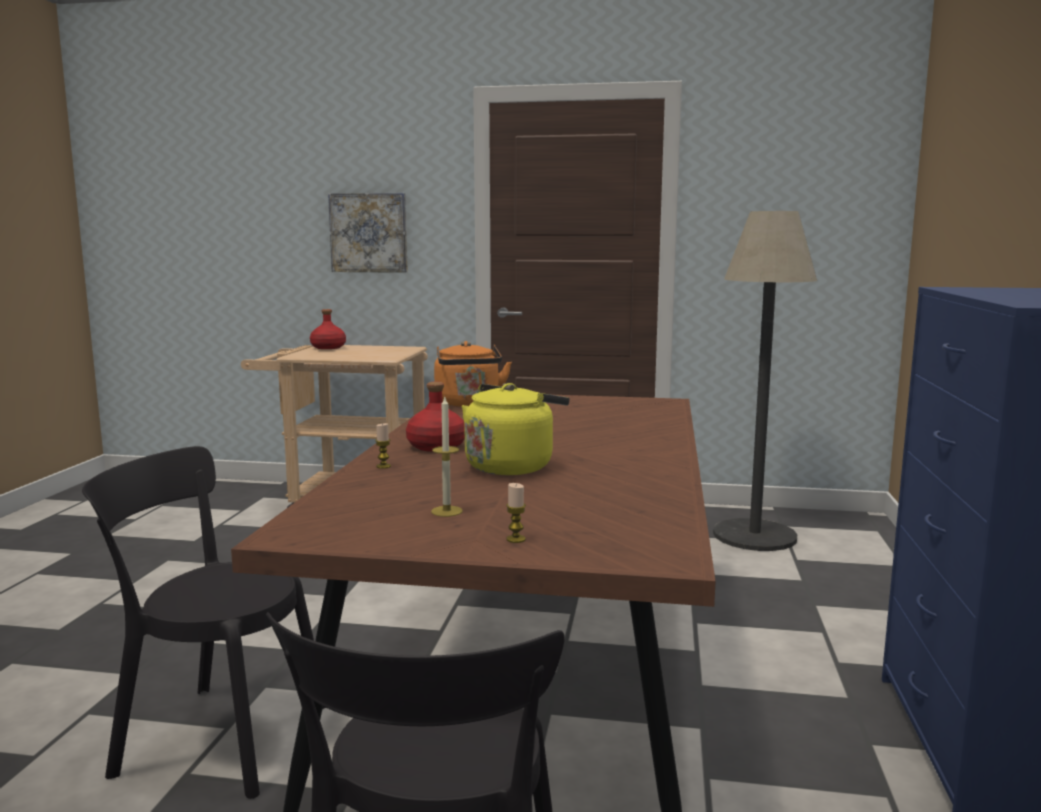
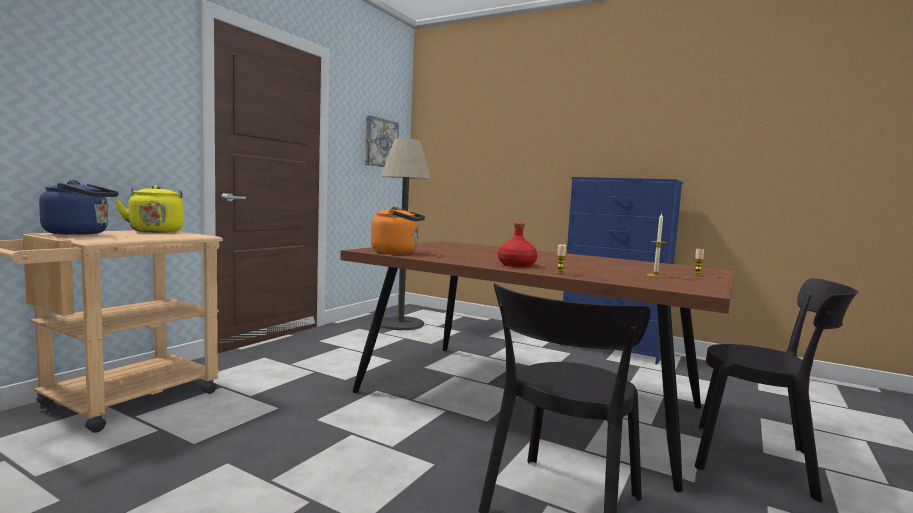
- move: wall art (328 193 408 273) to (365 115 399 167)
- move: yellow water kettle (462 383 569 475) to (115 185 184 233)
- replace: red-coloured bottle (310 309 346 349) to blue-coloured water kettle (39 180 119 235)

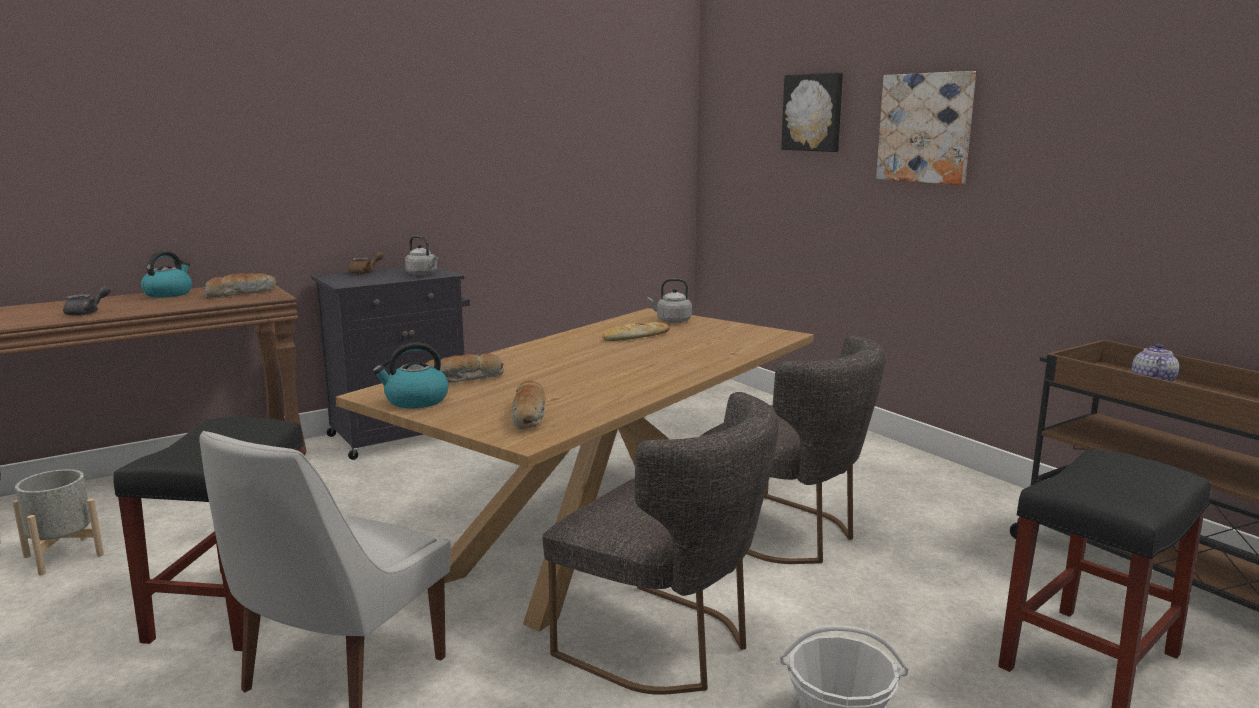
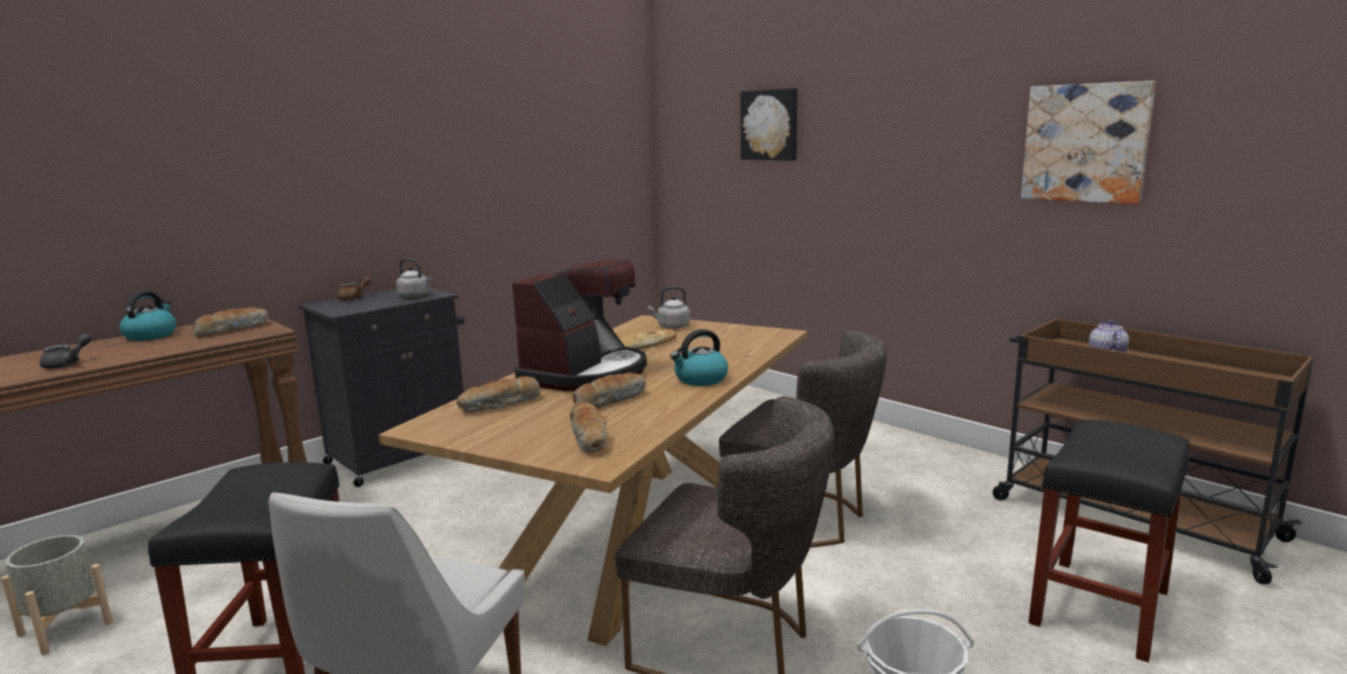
- insert: coffee machine (512 259 647 391)
- insert: bakery bread (573 373 646 409)
- move: water kettle (373 342 449 408) to (670 329 728 386)
- move: wall art (876 71 976 185) to (1021 81 1156 204)

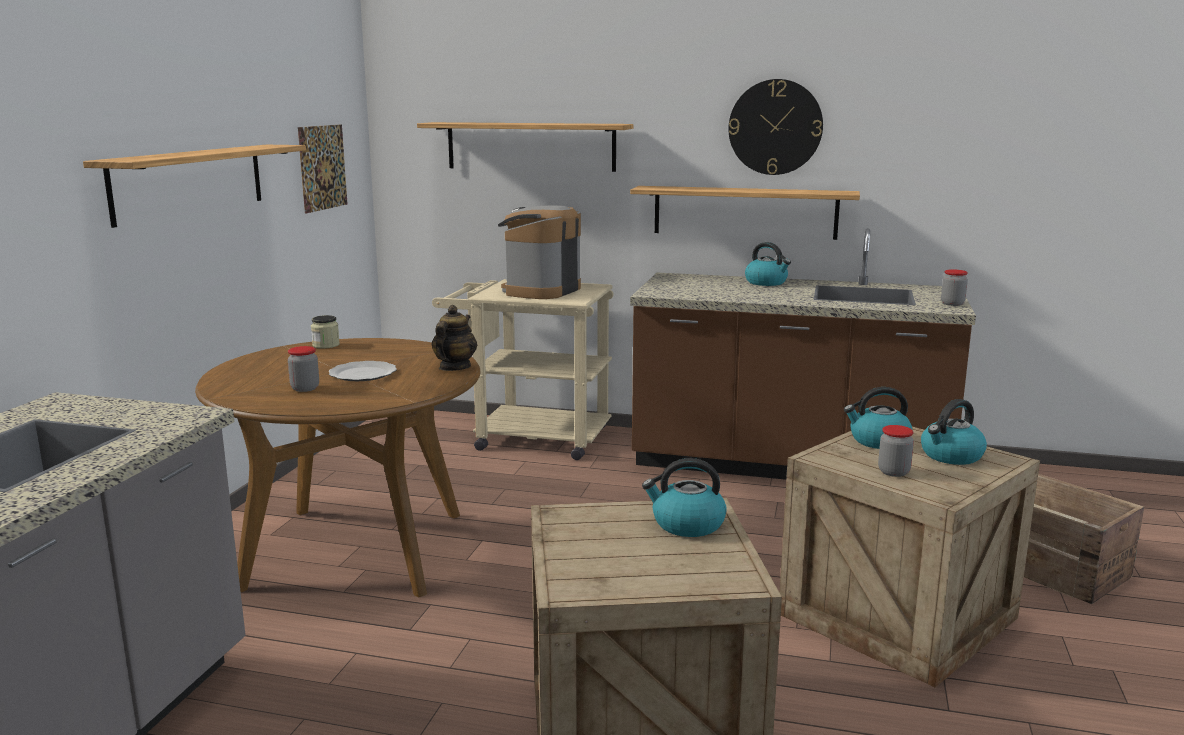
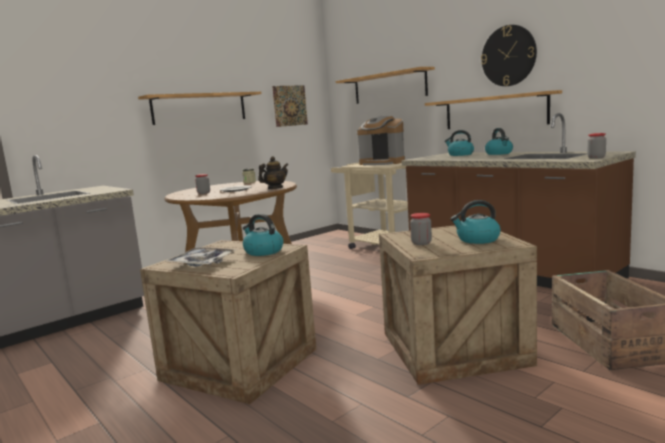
- insert: carrying tray (165 248 236 266)
- move: water kettle (844 387 912 449) to (445 130 474 156)
- rotate: coffee machine (498 205 581 299) = (357 115 405 165) 120 degrees counterclockwise

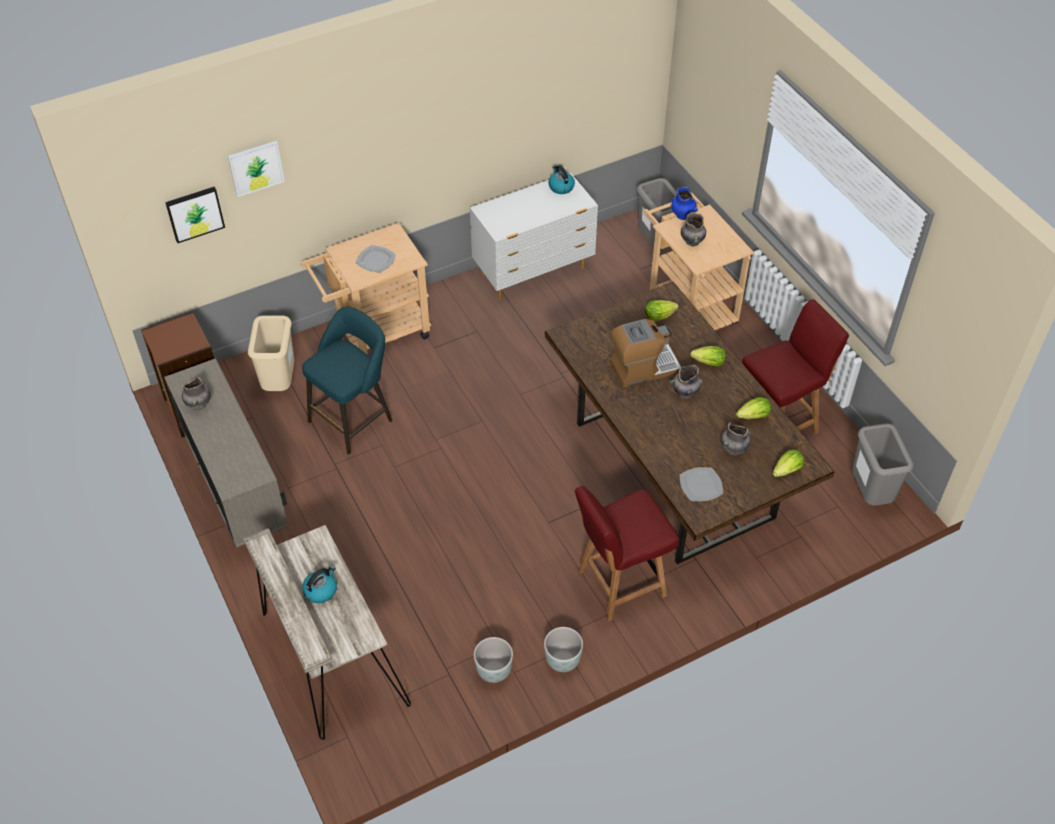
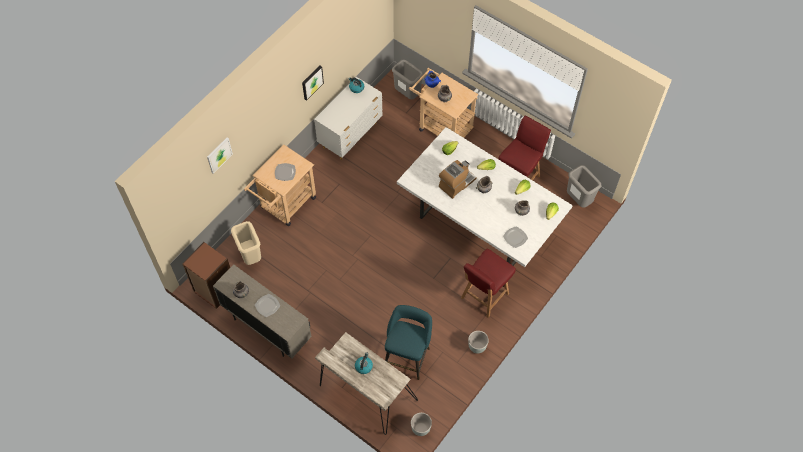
- insert: plate (255 294 280 317)
- move: wall art (165 187 225 243) to (302 66 324 101)
- move: turquoise stool (302 306 392 455) to (385 305 432 380)
- move: gray flower pot (474 637 513 683) to (411 413 432 436)
- recolor: brownish dinner table (545 282 834 564) to white dinner table (397 127 573 267)

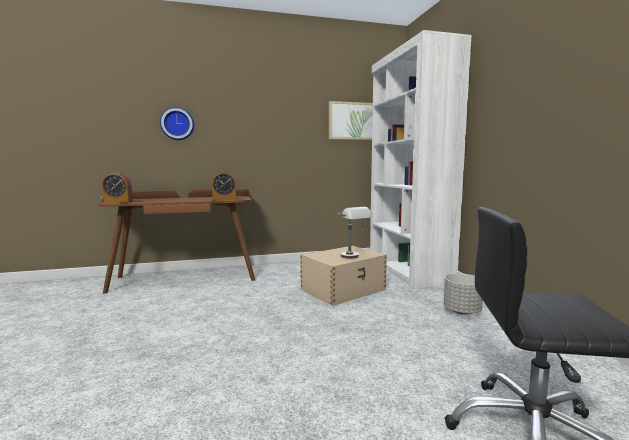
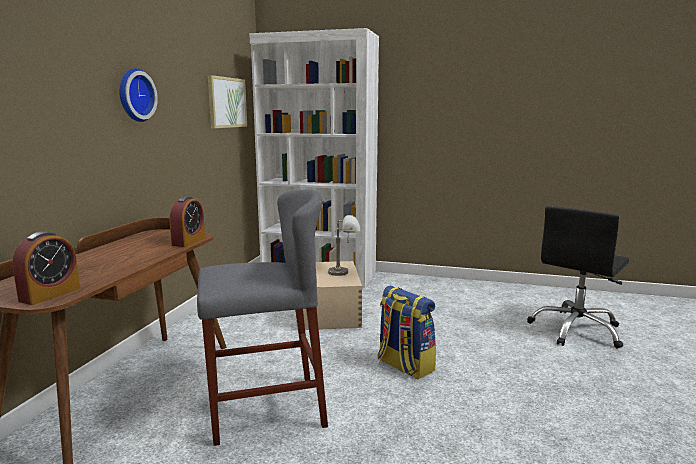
- delete: gray flower pot (444 273 483 315)
- insert: gray stool (197 189 328 446)
- insert: knapsack (378 285 436 379)
- move: clock on the wall (160 107 194 140) to (119 68 158 122)

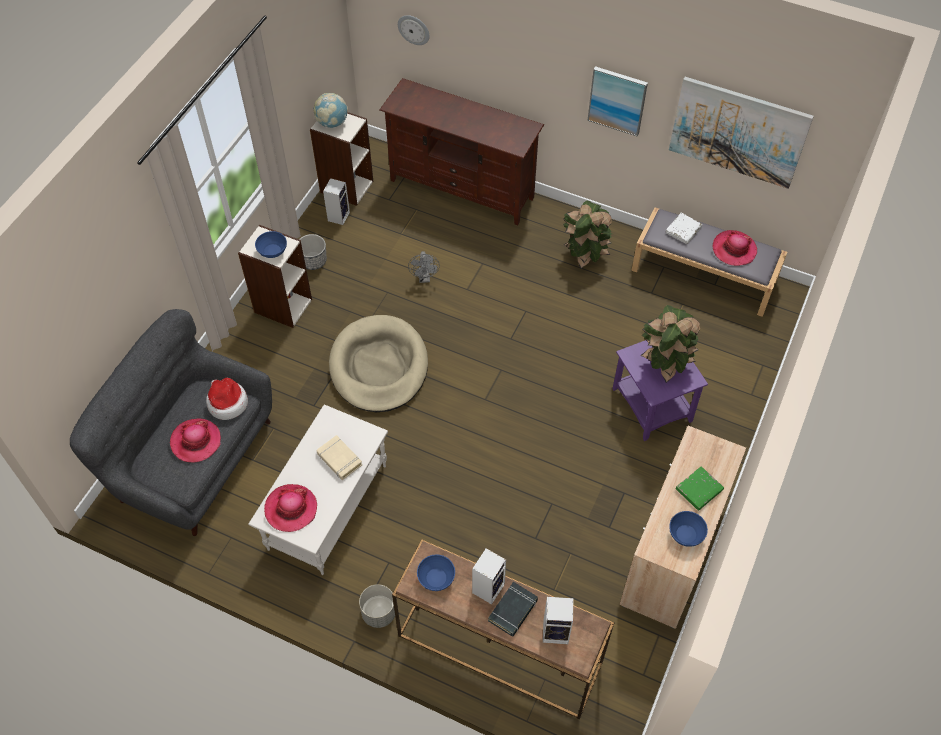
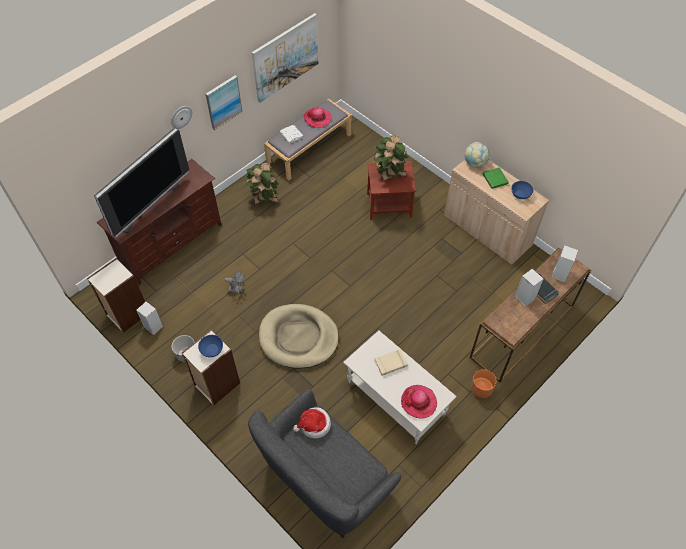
- delete: hat (170 418 221 462)
- delete: blue-coloured serving bowl (417 555 455 591)
- insert: TV set (94 128 189 237)
- move: world globe (314 93 348 128) to (464 142 490 167)
- move: clock on the wall (398 15 429 45) to (171 106 192 129)
- recolor: gray flower pot (359 584 395 628) to orange-coloured flower pot (471 369 496 398)
- recolor: purple-coloured side table (612 340 708 441) to brownish side table (367 161 416 220)

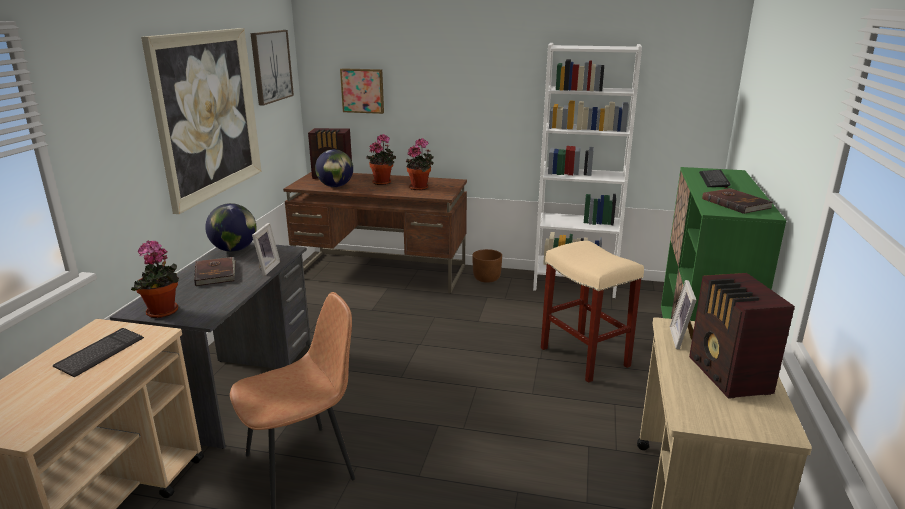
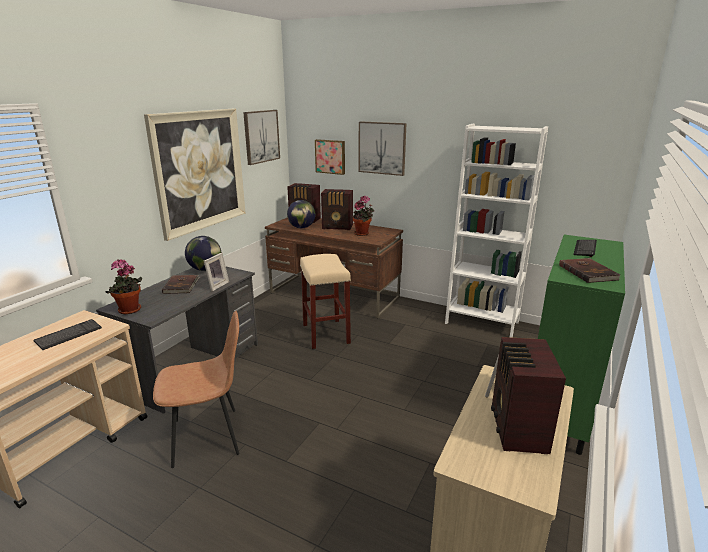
- delete: brownish flower pot (472 249 502 283)
- insert: wall art (358 121 407 176)
- move: beige stool (541 241 644 383) to (300 254 351 349)
- replace: plant in a pot (366 134 396 185) to radio (321 189 353 230)

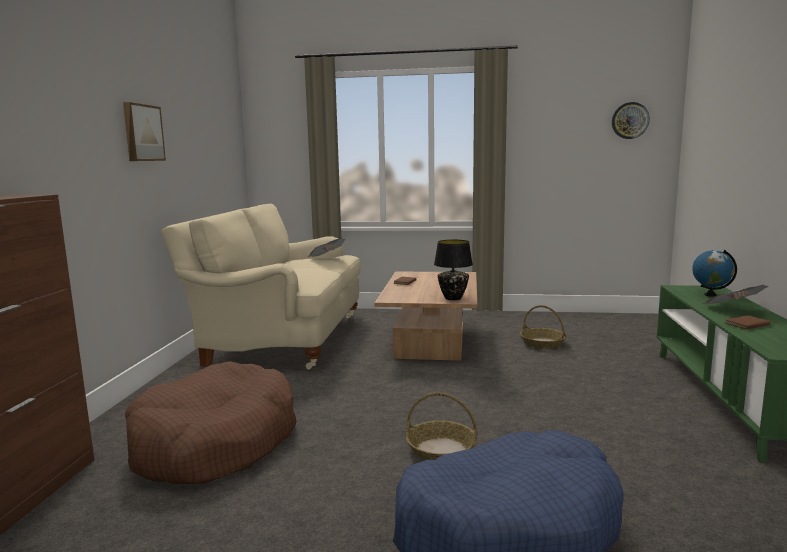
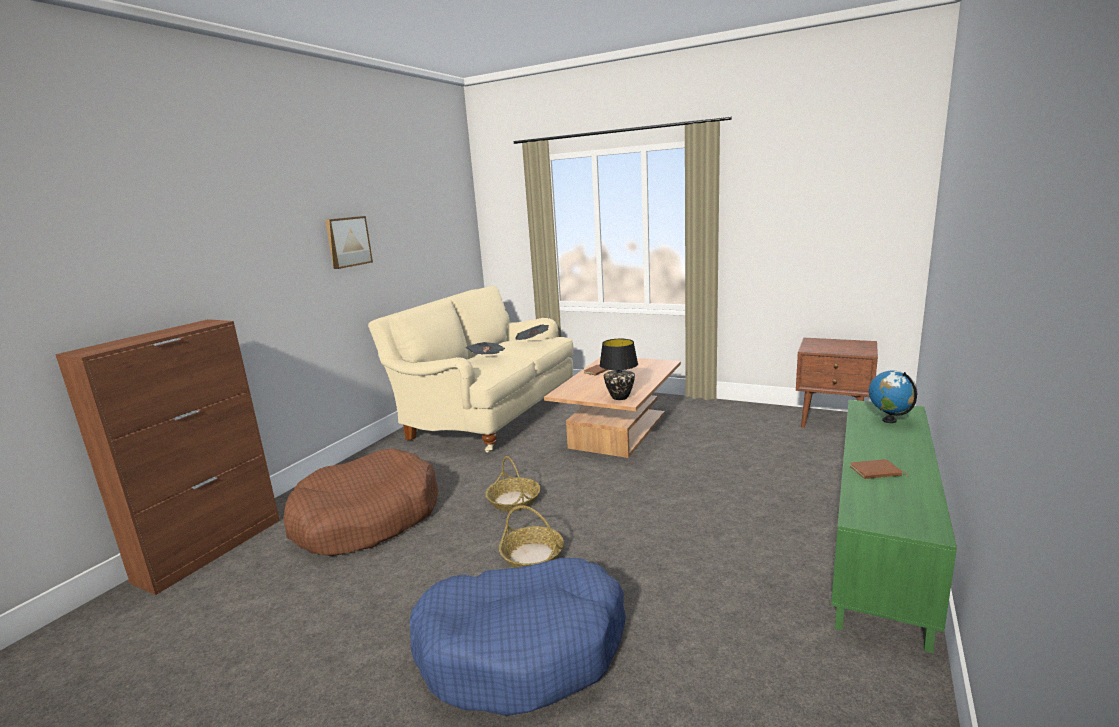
- delete: clock on the wall (612 102 650 139)
- insert: brownish night table (796 338 878 428)
- move: storage basket (520 305 567 349) to (485 456 540 511)
- move: newspaper (702 285 768 304) to (465 342 505 354)

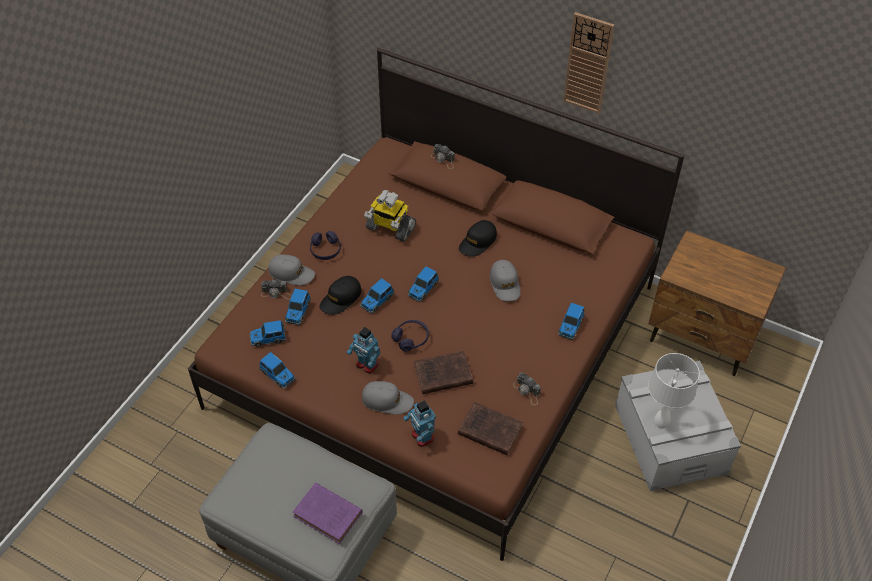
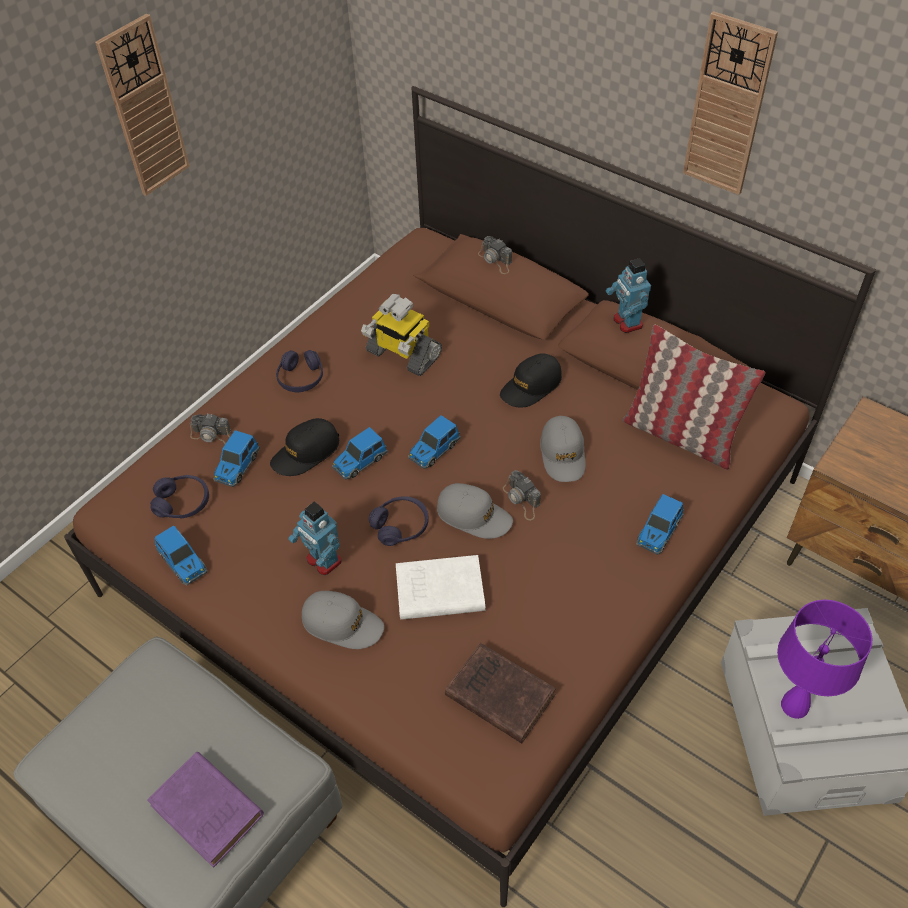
- insert: clock on the wall (95 14 190 196)
- insert: throw pillow (622 325 765 470)
- move: gray baseball cap (269 254 315 286) to (437 483 513 539)
- move: model robot (403 400 436 447) to (606 258 651 333)
- move: photo camera (513 372 541 405) to (503 470 541 520)
- replace: toy car (250 320 286 347) to purple-coloured pair of headphones (150 475 209 519)
- recolor: brownish bound book (414 351 473 394) to white bound book (396 555 485 620)
- recolor: white table lamp (648 353 700 428) to purple-coloured table lamp (777 600 872 719)

